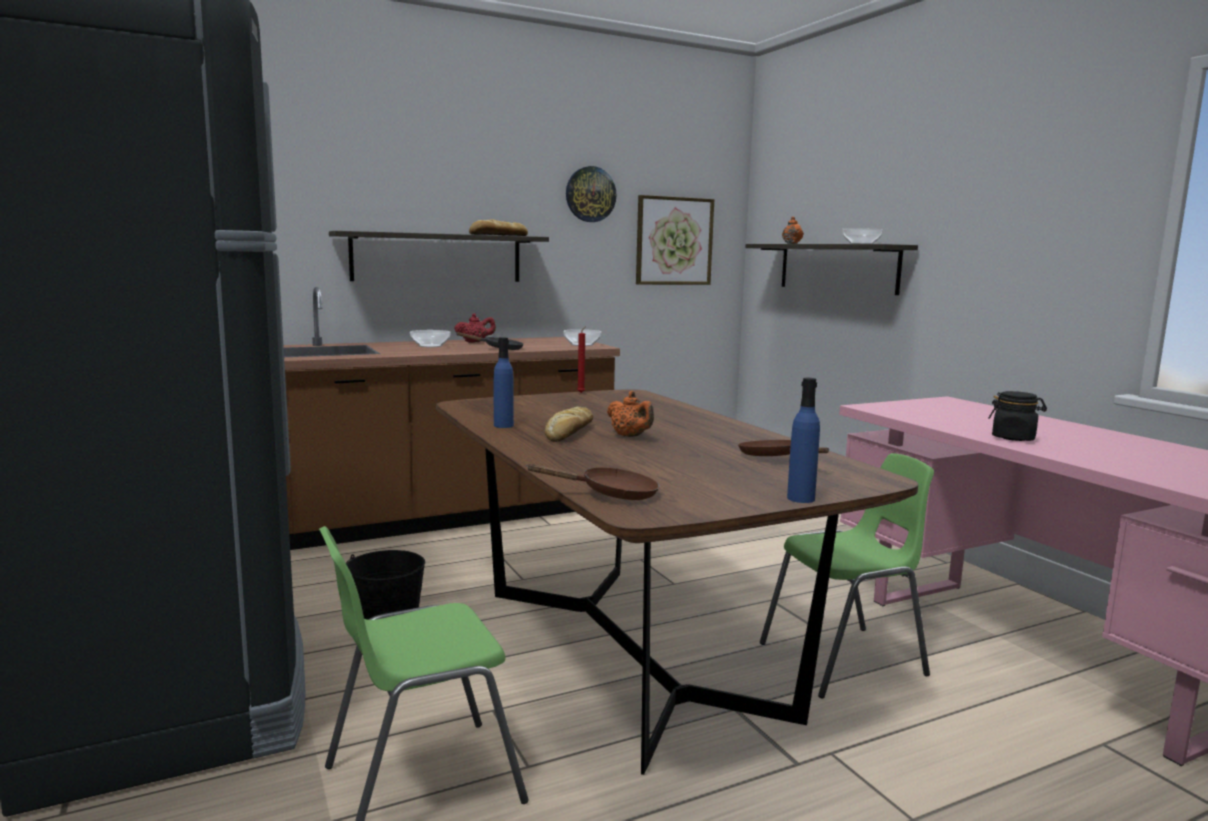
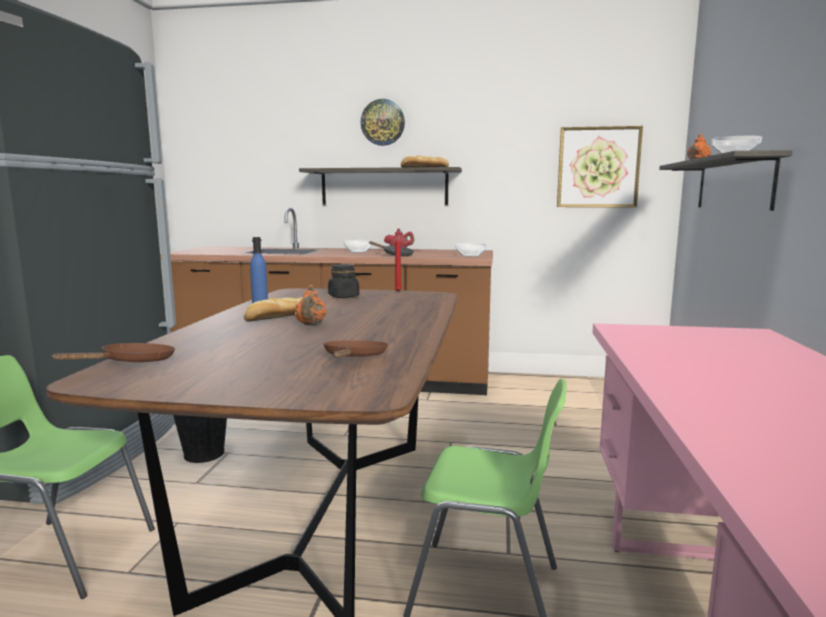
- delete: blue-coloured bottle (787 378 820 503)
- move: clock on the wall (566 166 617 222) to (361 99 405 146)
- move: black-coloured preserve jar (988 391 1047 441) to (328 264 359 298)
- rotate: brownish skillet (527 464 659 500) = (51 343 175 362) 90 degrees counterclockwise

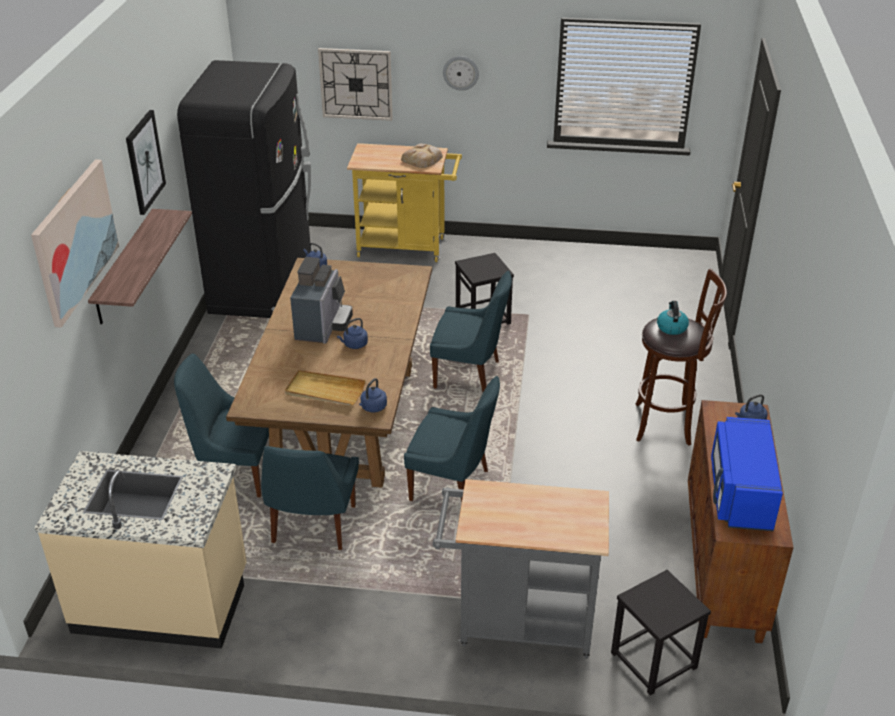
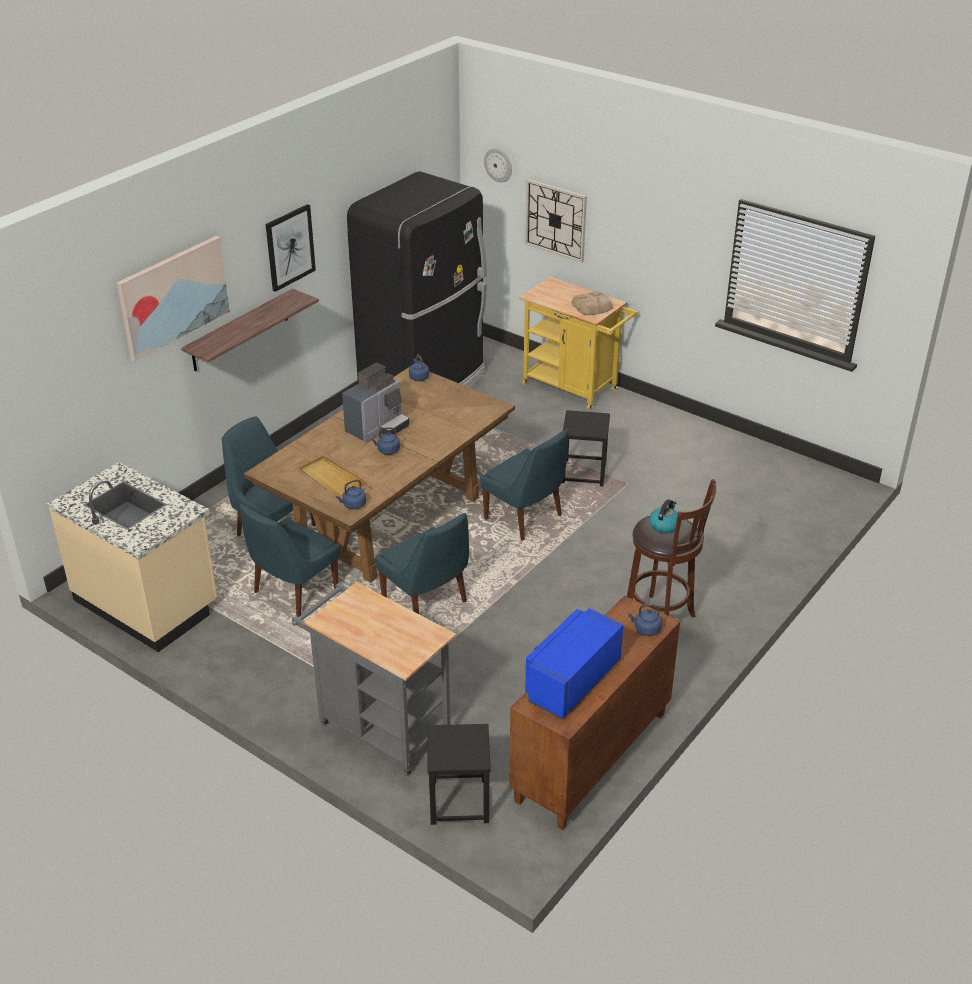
- move: clock on the wall (443 56 479 91) to (484 149 512 182)

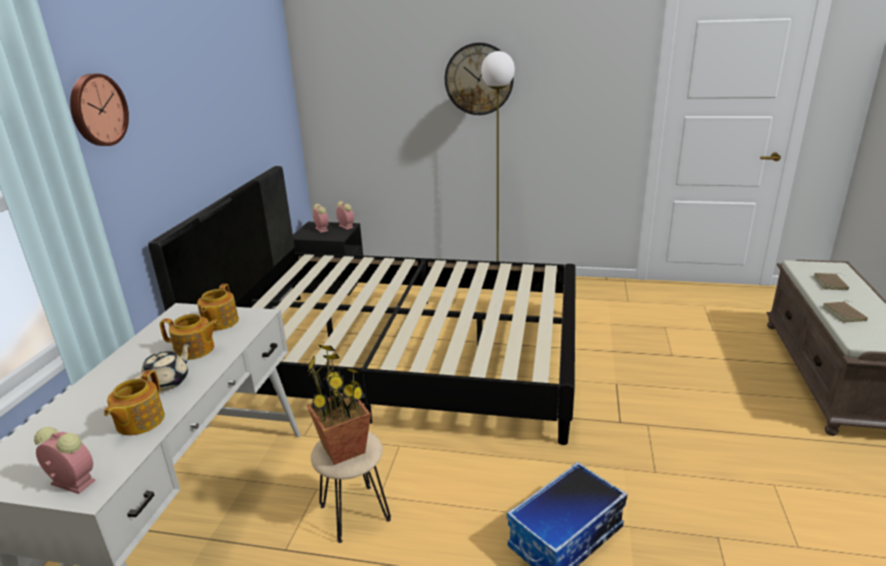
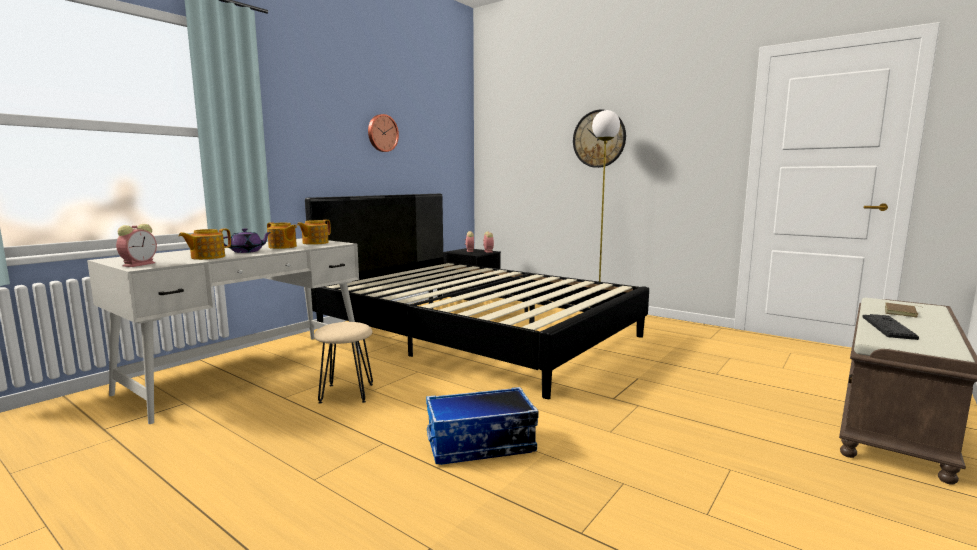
- delete: plant in a pot (307 345 371 465)
- move: clock on the wall (70 74 129 146) to (368 114 399 152)
- replace: brownish bound book (823 301 868 322) to keyboard (863 314 919 340)
- recolor: beige tea pot (135 342 191 391) to purple-coloured tea pot (223 228 271 253)
- rotate: alarm clock (34 427 96 494) = (116 224 157 267) 60 degrees clockwise

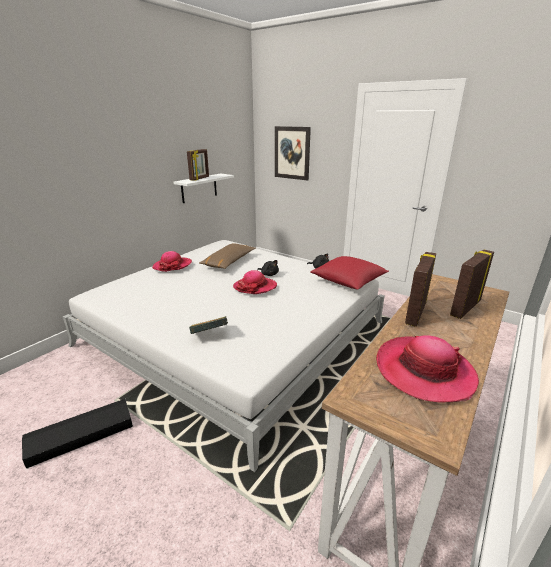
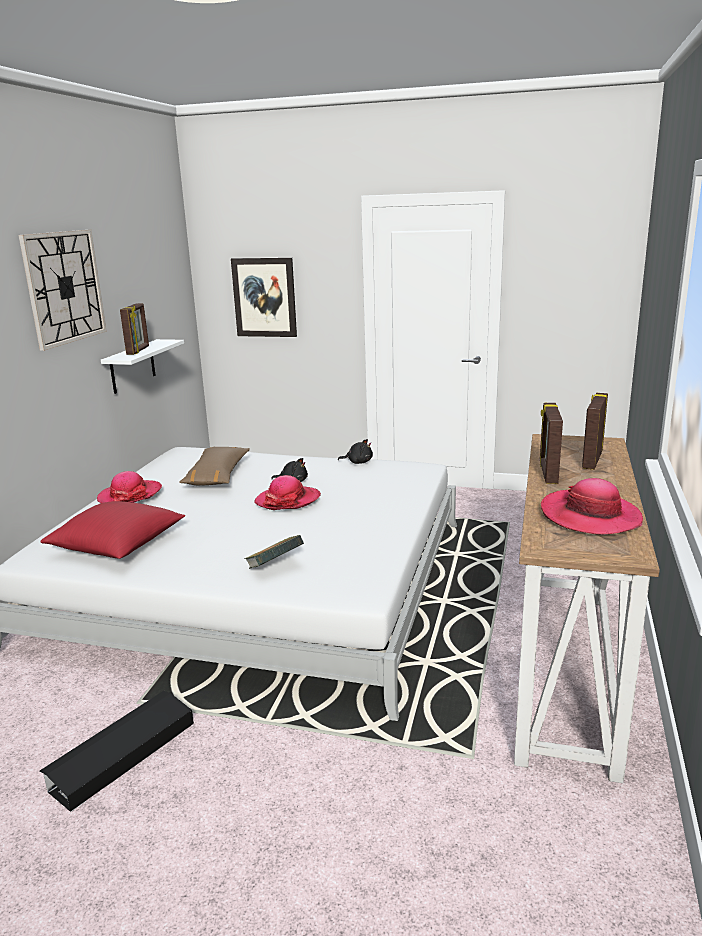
- insert: clock on the wall (19 230 107 351)
- move: red-coloured throw pillow (310 256 389 290) to (40 501 185 559)

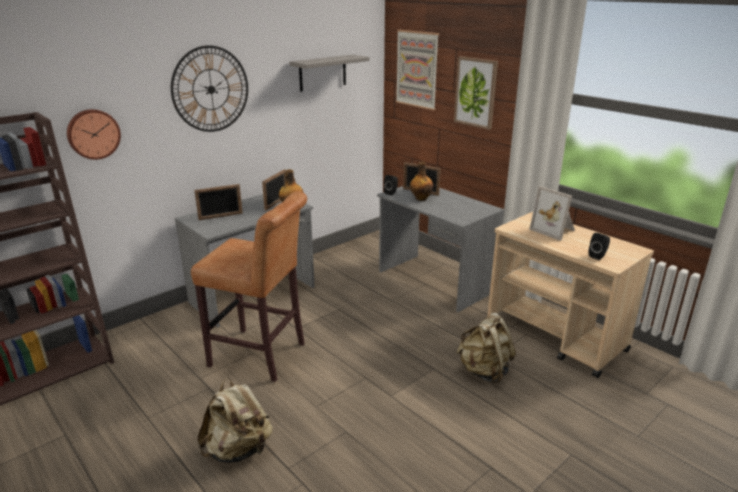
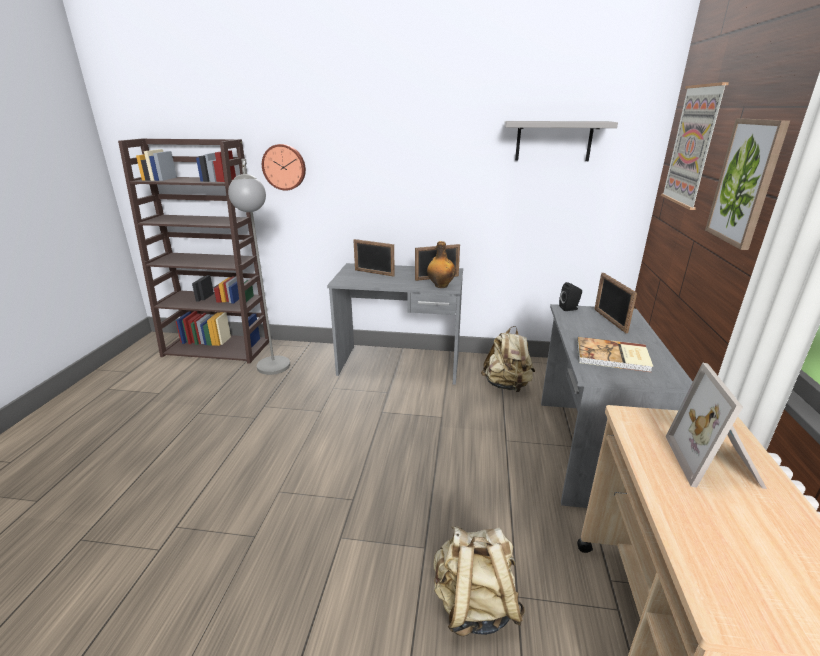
- delete: clock on the wall (171 45 248 132)
- delete: brownish stool (191 191 307 382)
- delete: bottle (410 162 434 201)
- delete: black-coloured loudspeaker (589 233 610 260)
- insert: gray floor lamp (228 159 290 375)
- insert: bound book (577 337 653 372)
- move: beige knapsack (197 377 273 463) to (481 326 535 392)

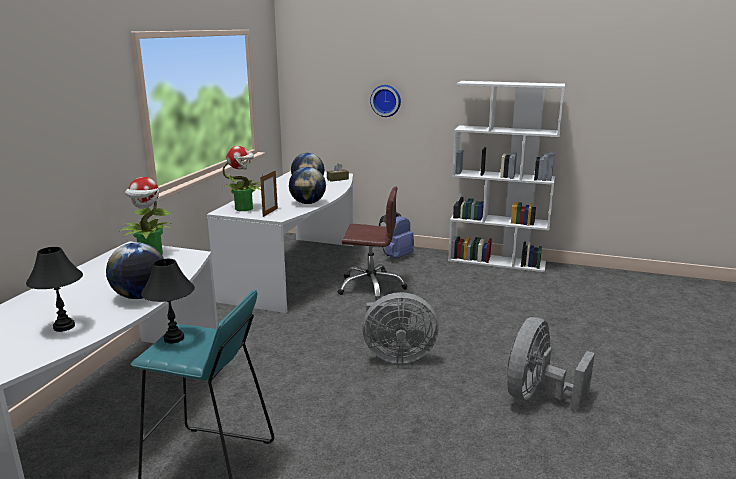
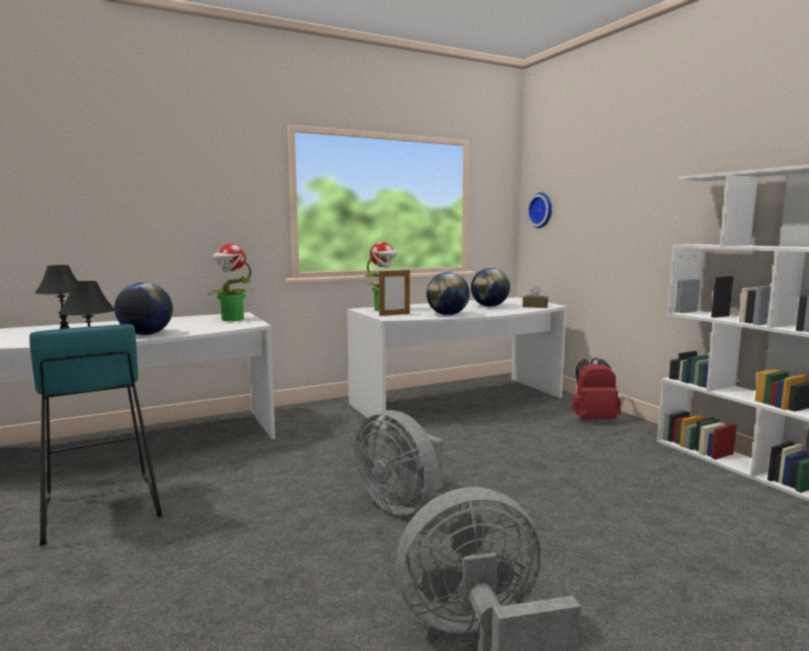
- delete: brownish office chair (337 186 407 301)
- move: clock on the wall (370 85 401 117) to (527 192 552 228)
- recolor: blue-coloured knapsack (379 212 414 259) to red-coloured knapsack (572 357 621 419)

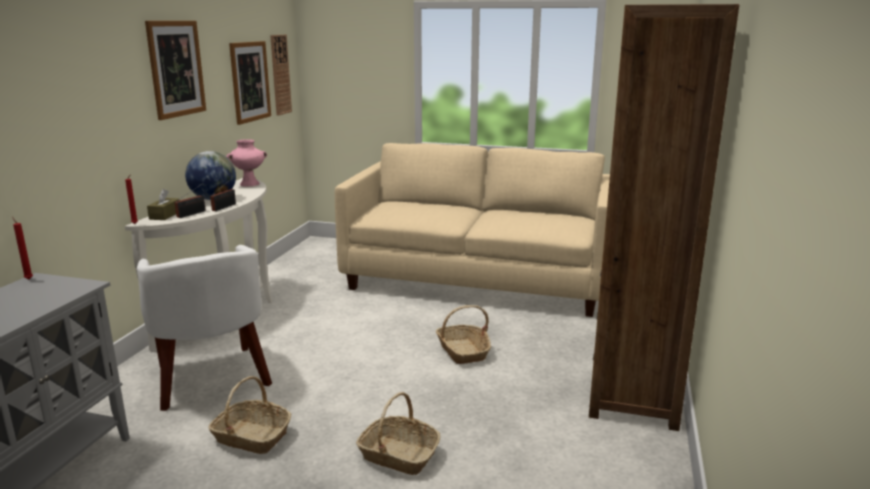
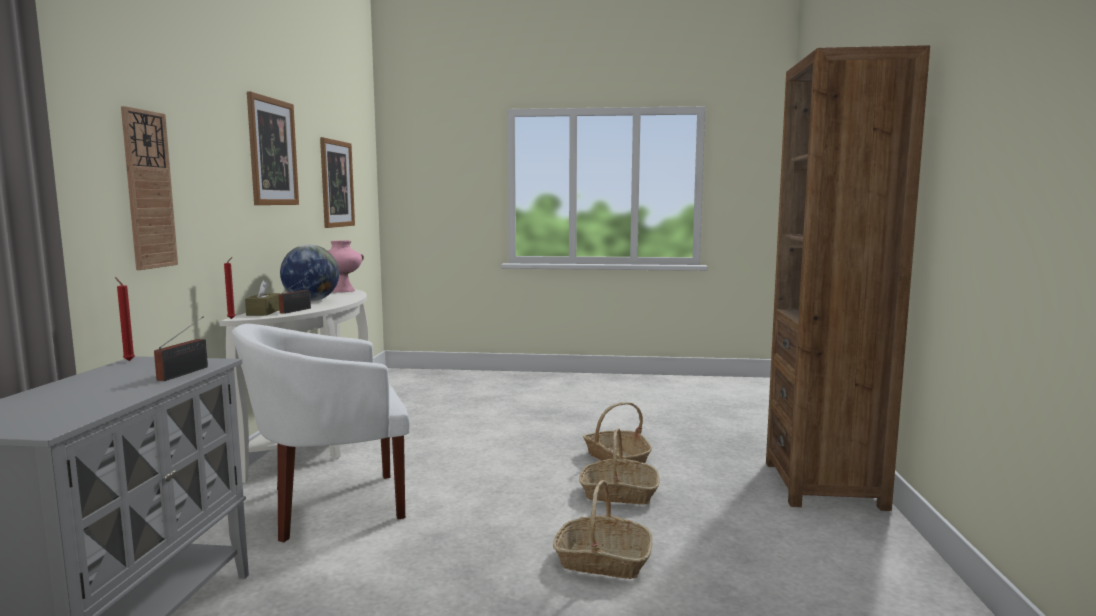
- delete: beige couch (335 143 610 317)
- move: storage basket (208 376 291 454) to (579 428 660 505)
- move: radio (210 177 236 211) to (154 316 208 381)
- move: clock on the wall (270 35 292 116) to (121 106 178 270)
- rotate: white easy chair (137 245 272 411) = (232 323 410 542) 105 degrees clockwise

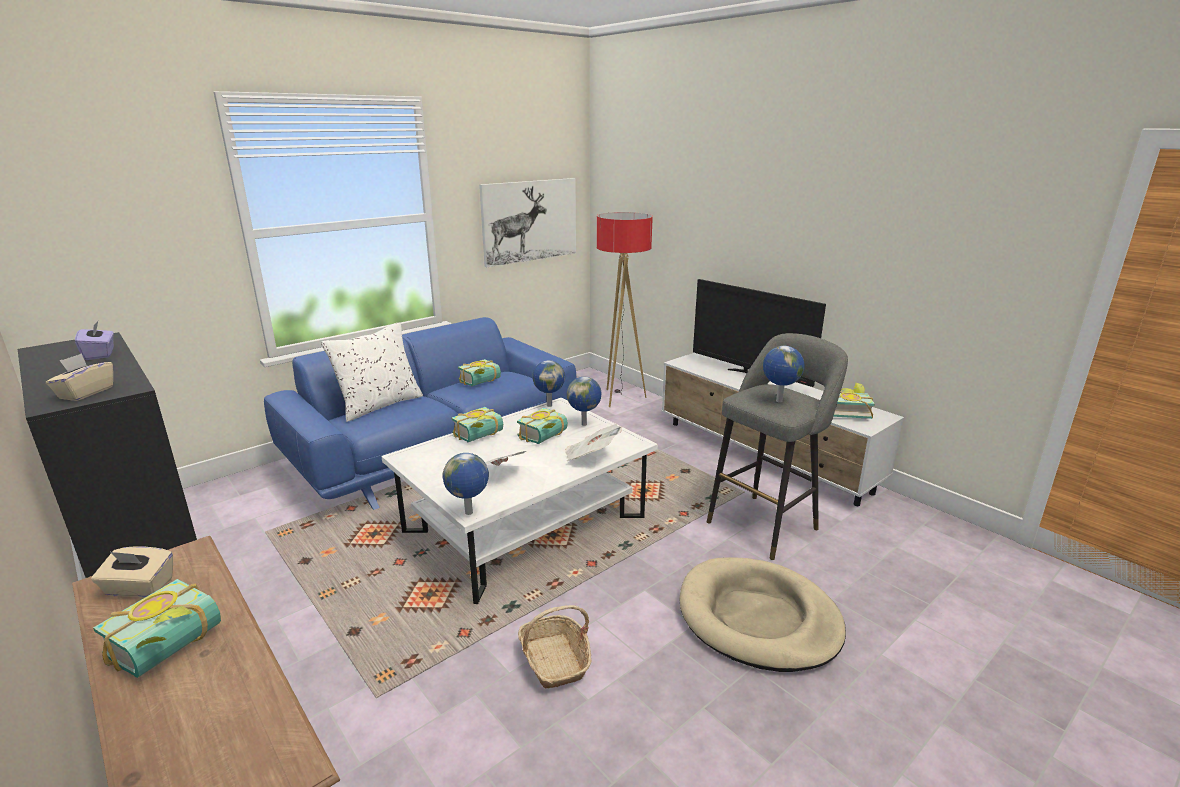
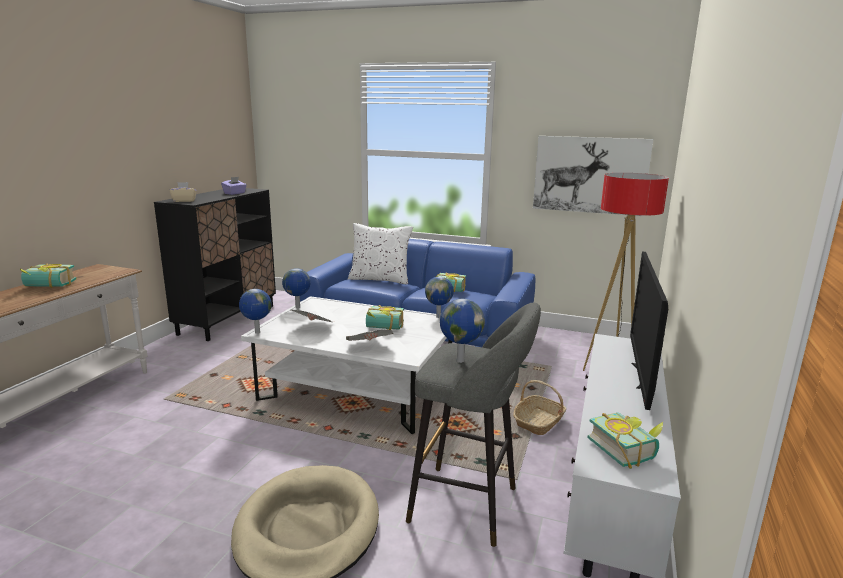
- delete: beige box of tissues (91 546 173 597)
- delete: bound book (452 407 503 442)
- move: storage basket (518 605 591 689) to (513 380 566 435)
- move: world globe (567 377 601 426) to (282 268 311 308)

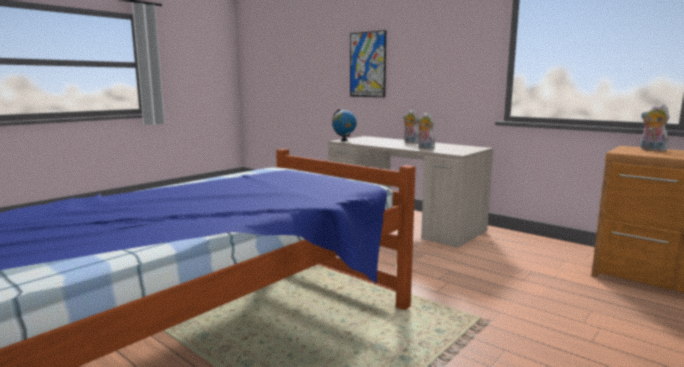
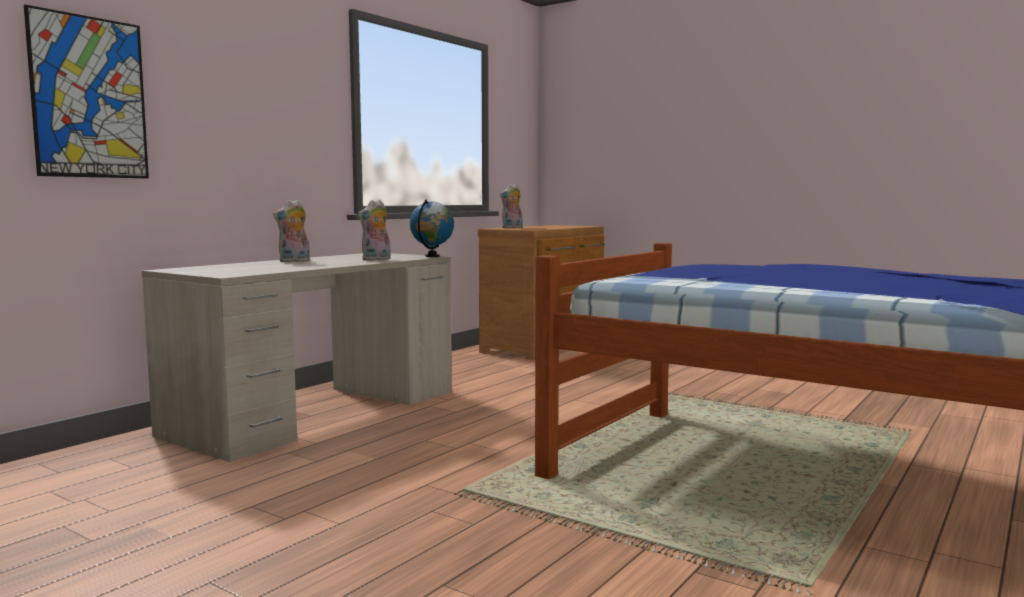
- move: world globe (332 109 357 141) to (410 200 454 257)

